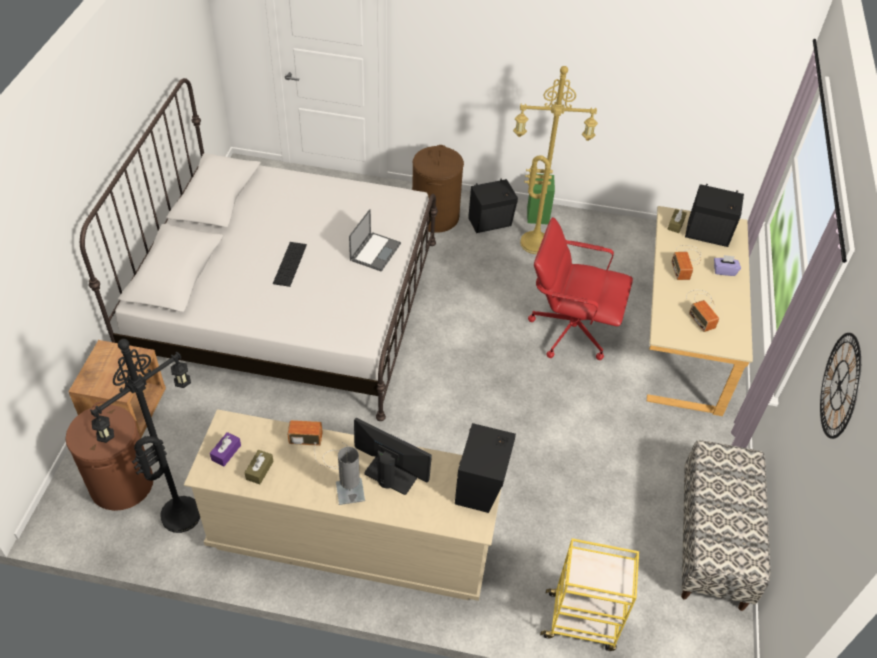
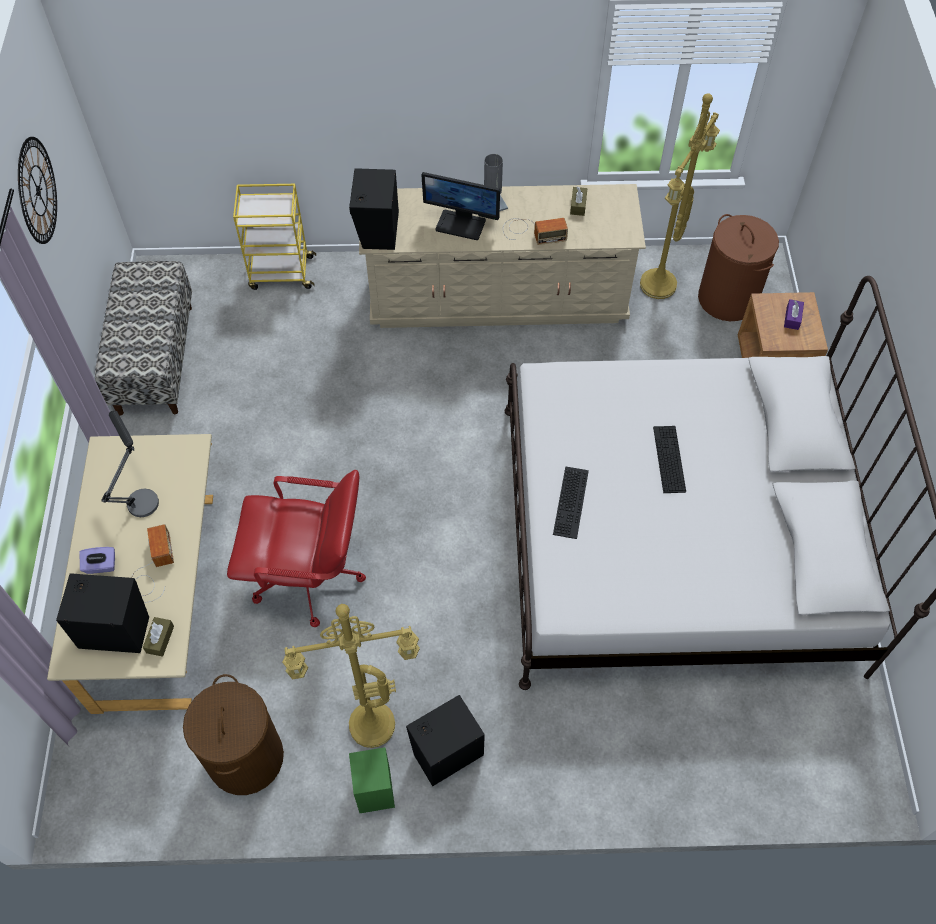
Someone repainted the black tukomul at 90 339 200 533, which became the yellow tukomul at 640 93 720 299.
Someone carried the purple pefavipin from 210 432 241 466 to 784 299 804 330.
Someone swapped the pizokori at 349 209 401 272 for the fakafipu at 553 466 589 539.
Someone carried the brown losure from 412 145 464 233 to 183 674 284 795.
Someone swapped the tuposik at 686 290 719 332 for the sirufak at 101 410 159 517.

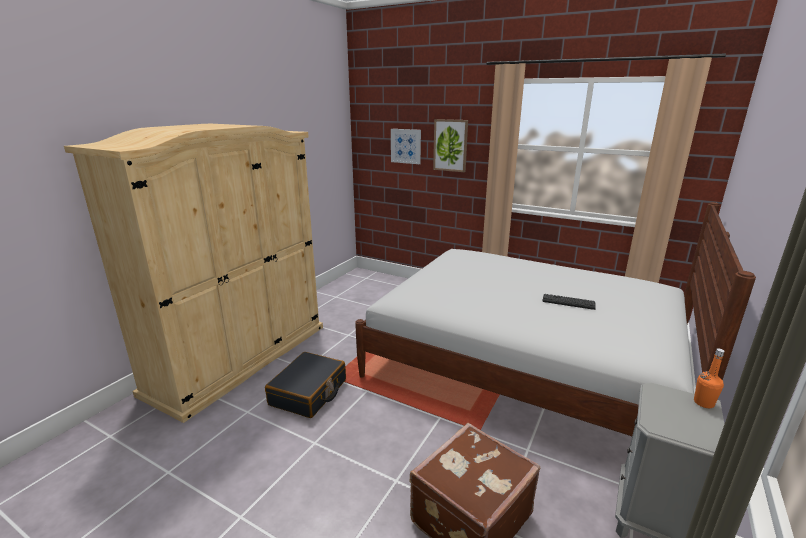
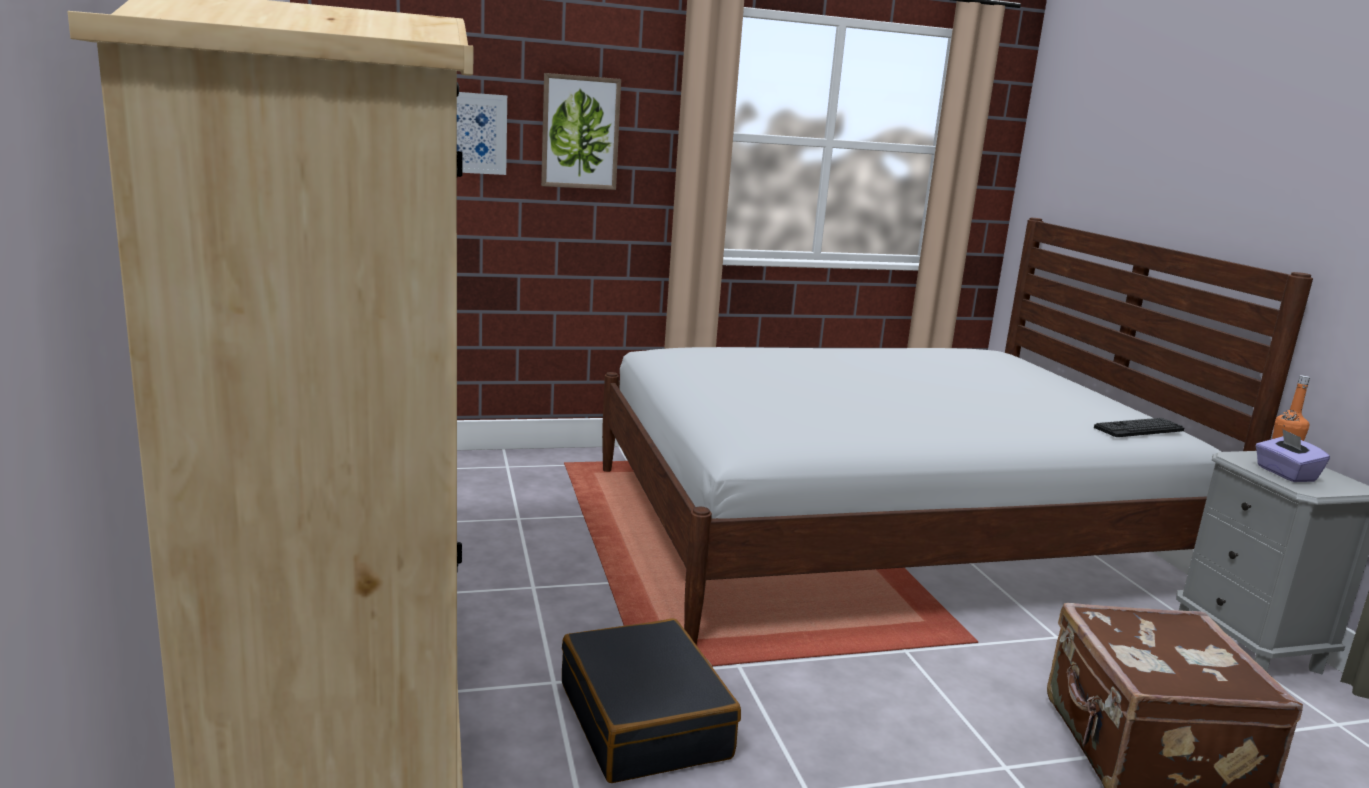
Someone carried the fakafipu from 542 294 596 310 to 1094 418 1184 437.
Someone put down the purple pefavipin at 1255 429 1330 482.

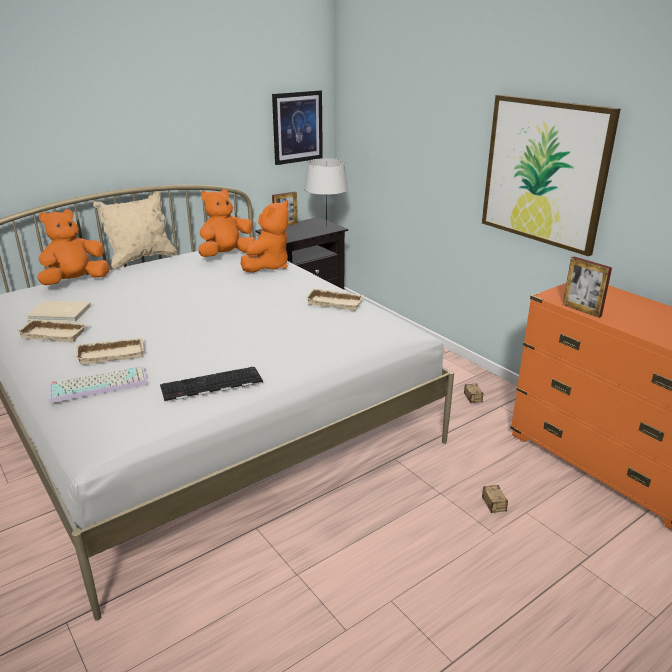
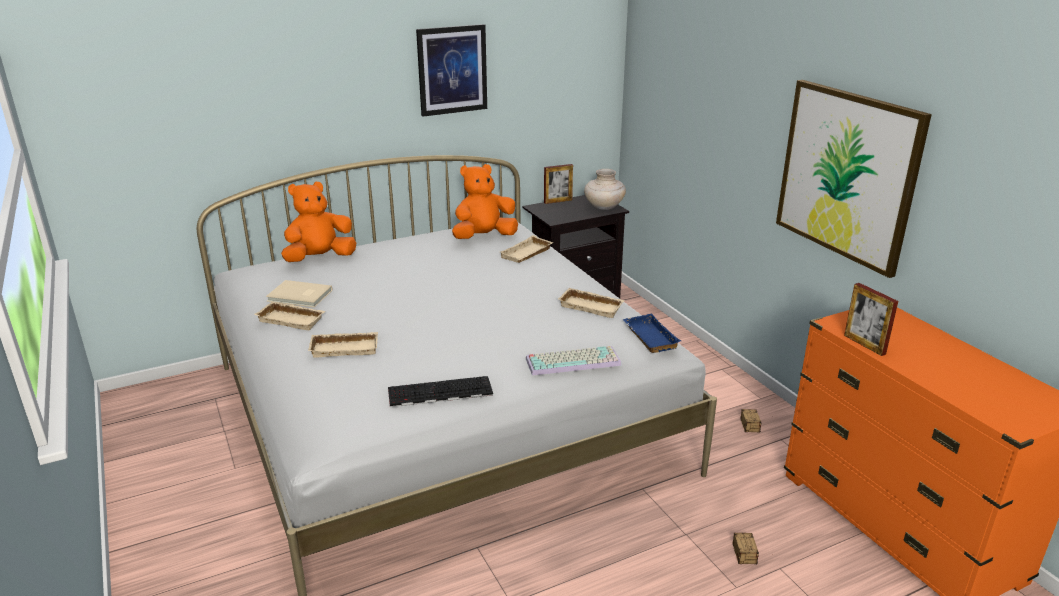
Someone carried the fakafipu from 49 366 148 403 to 526 346 622 375.
Someone took away the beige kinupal at 93 191 177 269.
Someone swapped the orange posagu at 240 201 289 273 for the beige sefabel at 500 235 553 263.
Someone carried the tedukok from 272 90 323 165 to 416 24 487 117.
Someone swapped the grey sirufak at 304 158 348 228 for the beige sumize at 584 169 626 210.
Someone put down the blue sefabel at 623 314 681 353.

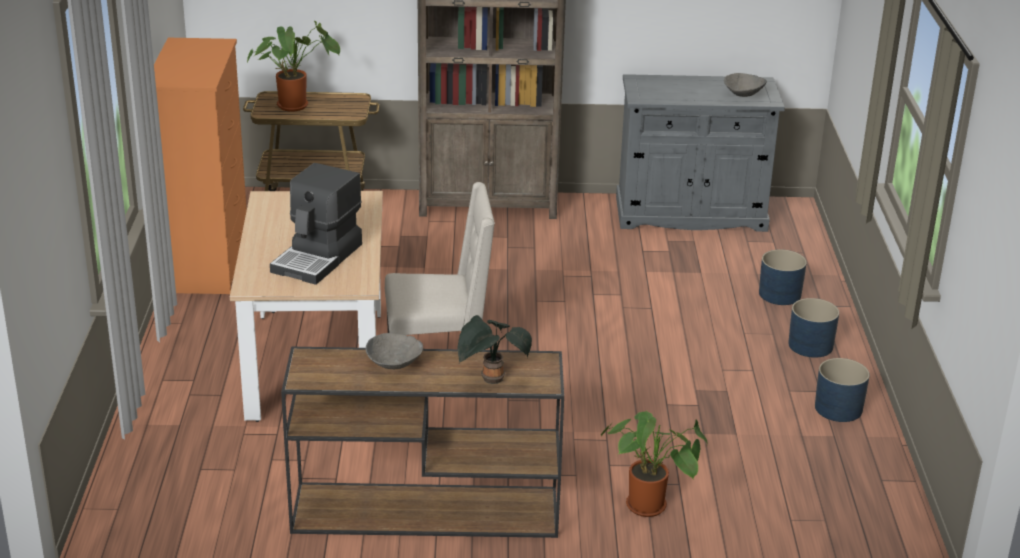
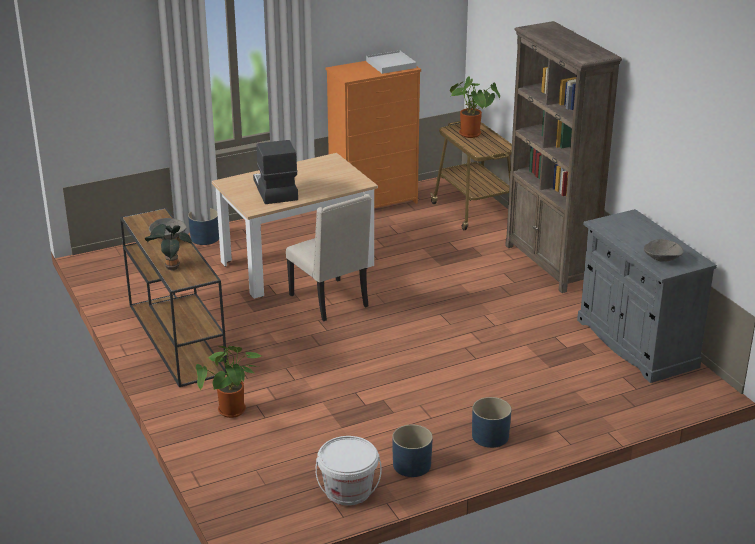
Someone rotated the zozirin at 270 163 362 285 by 75 degrees clockwise.
Someone carried the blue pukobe from 759 250 807 305 to 188 208 219 245.
Someone put down the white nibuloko at 315 436 382 506.
Someone put down the white sefabel at 366 50 417 74.

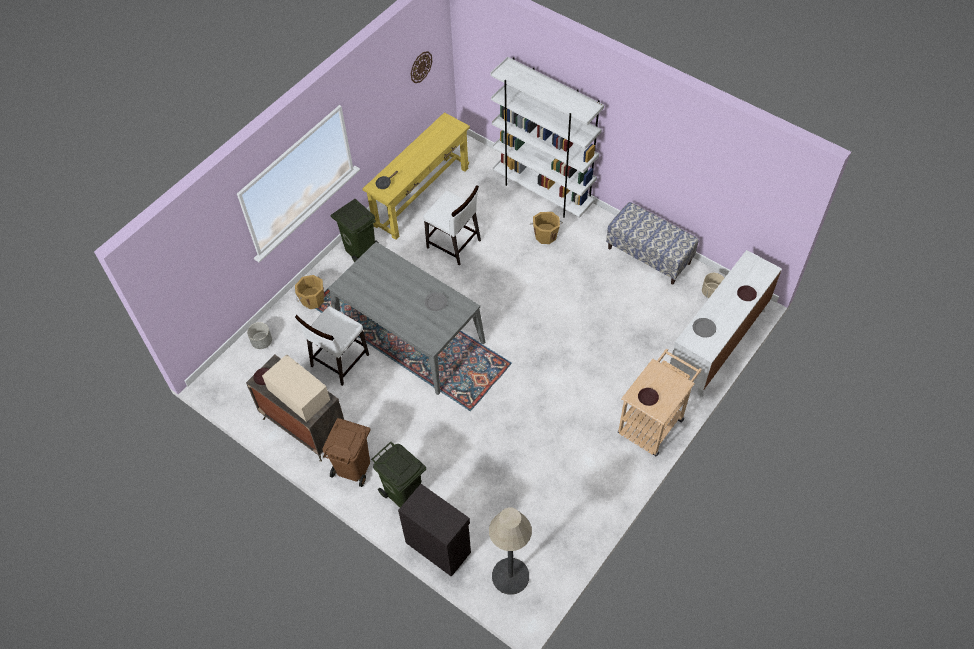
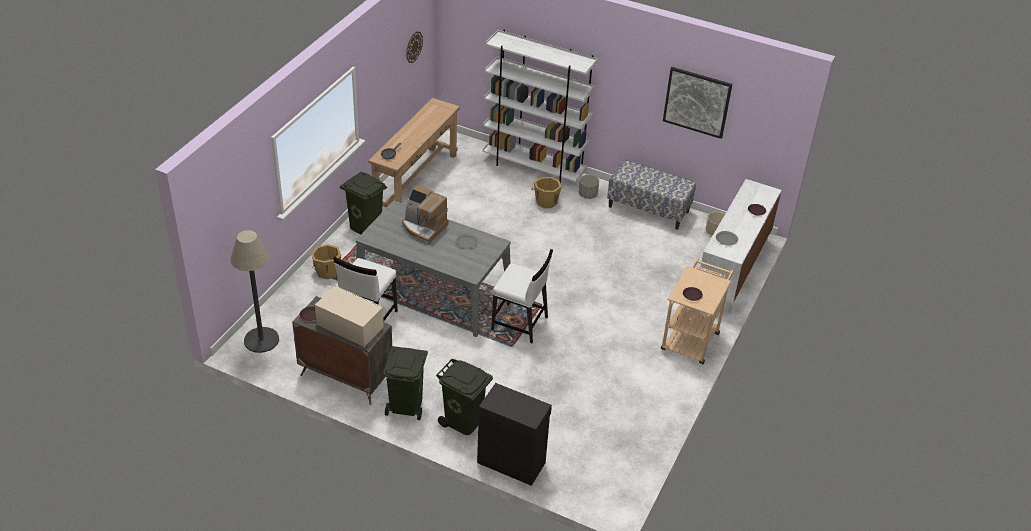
Someone carried the grey pukobe from 247 322 272 349 to 579 175 599 199.
Someone repainted the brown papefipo at 323 418 371 487, which became the green papefipo at 383 346 428 420.
Someone repainted the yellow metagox at 363 112 470 240, which became the brown metagox at 368 98 460 208.
Someone carried the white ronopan from 423 185 481 265 to 491 249 553 343.
Someone carried the tukomul from 489 508 532 595 to 231 230 279 353.
Someone put down the zozirin at 402 185 448 244.
Someone put up the tedukok at 663 67 732 139.

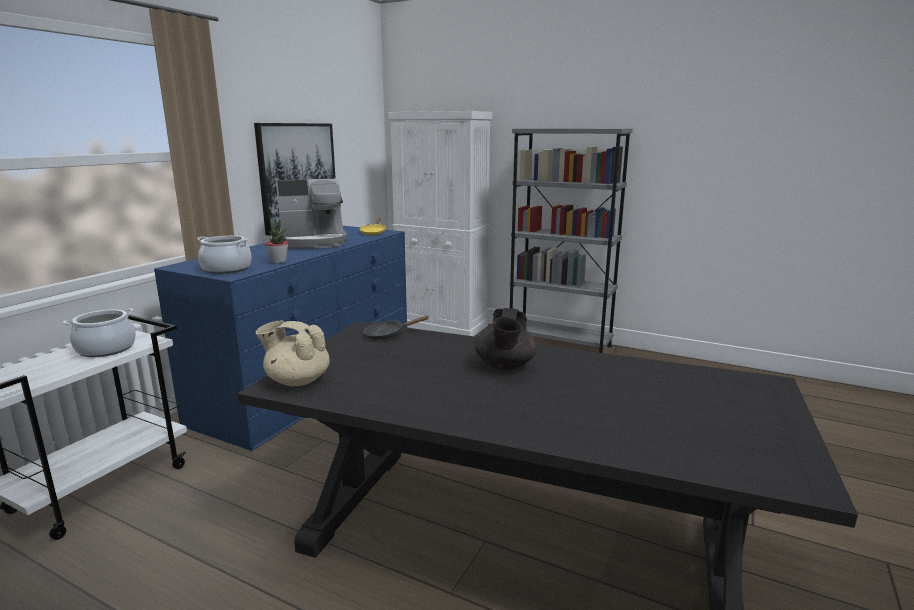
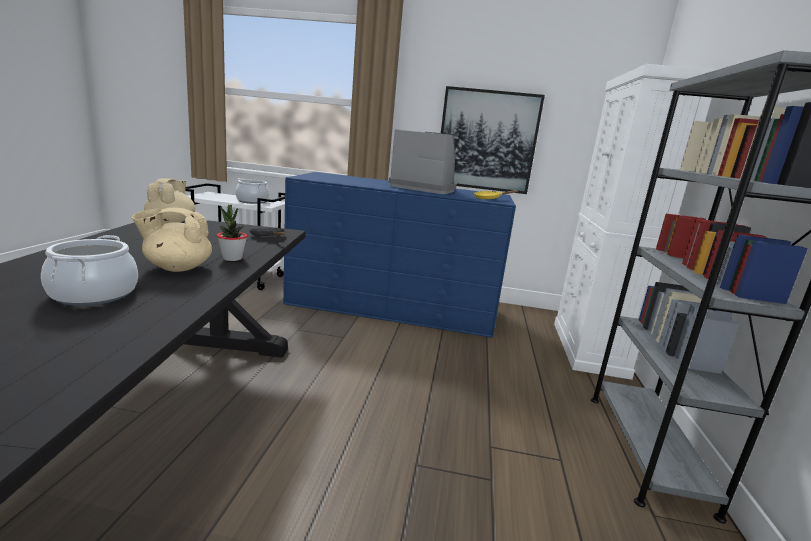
Someone carried the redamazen from 197 236 252 274 to 41 235 138 306.
Someone carried the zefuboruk from 265 219 289 263 to 217 205 247 261.
Someone rotated the zozirin at 276 179 347 249 by 150 degrees clockwise.
Someone repainted the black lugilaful at 475 308 536 370, which became the beige lugilaful at 132 208 212 272.

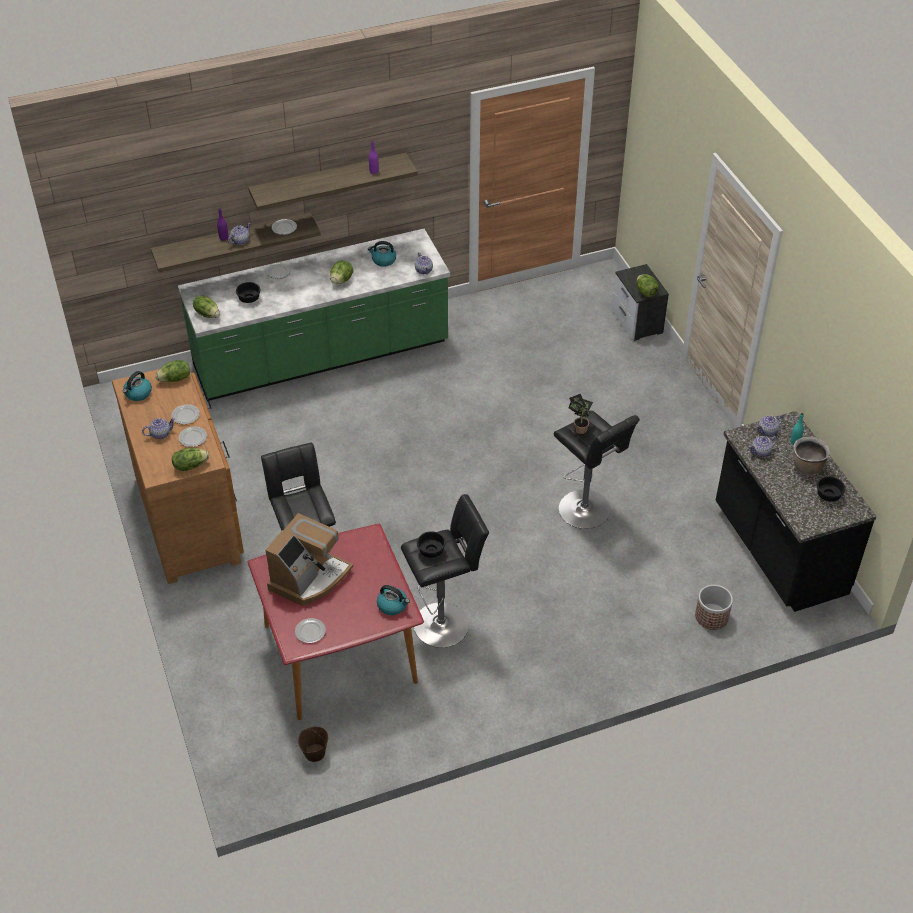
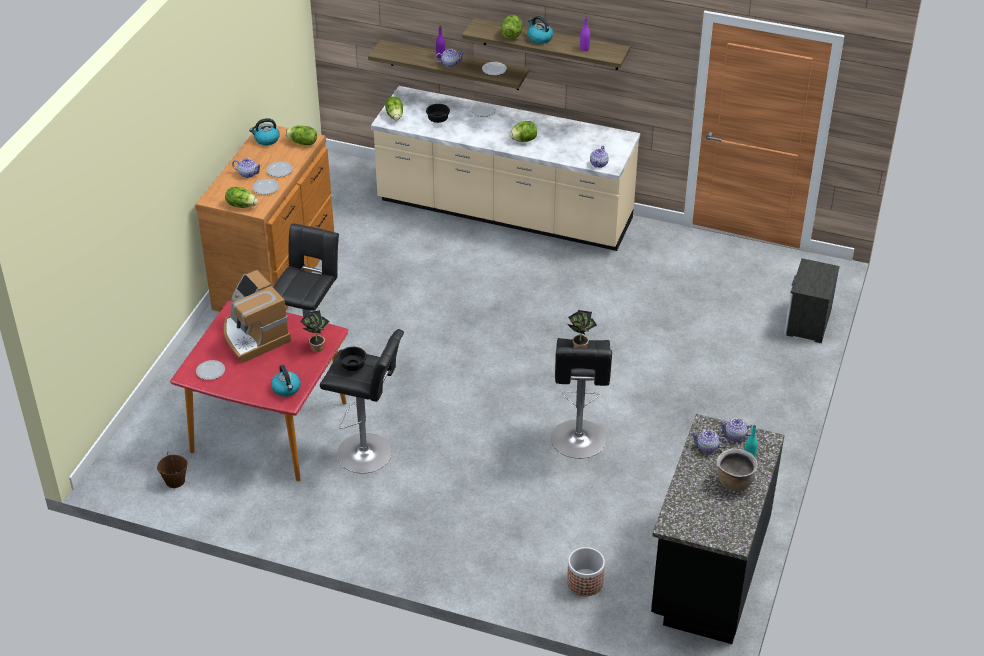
Someone repainted the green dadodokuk at 178 229 450 401, which became the beige dadodokuk at 371 86 640 251.
Someone rotated the zozirin at 266 513 353 606 by 75 degrees clockwise.
Someone carried the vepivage from 368 241 396 267 to 527 16 553 44.
Someone carried the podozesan from 637 274 659 297 to 501 15 523 39.
Someone took away the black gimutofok at 817 476 845 502.
Someone put down the zefuboruk at 300 310 330 352.

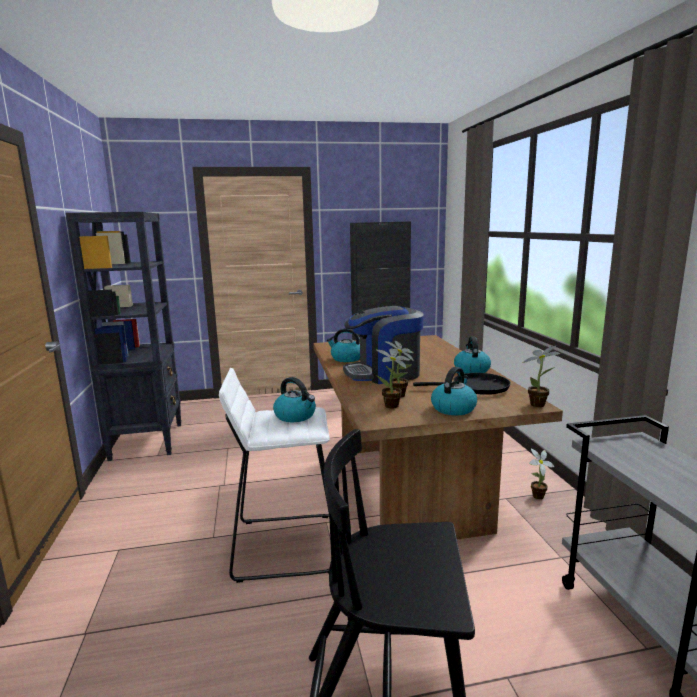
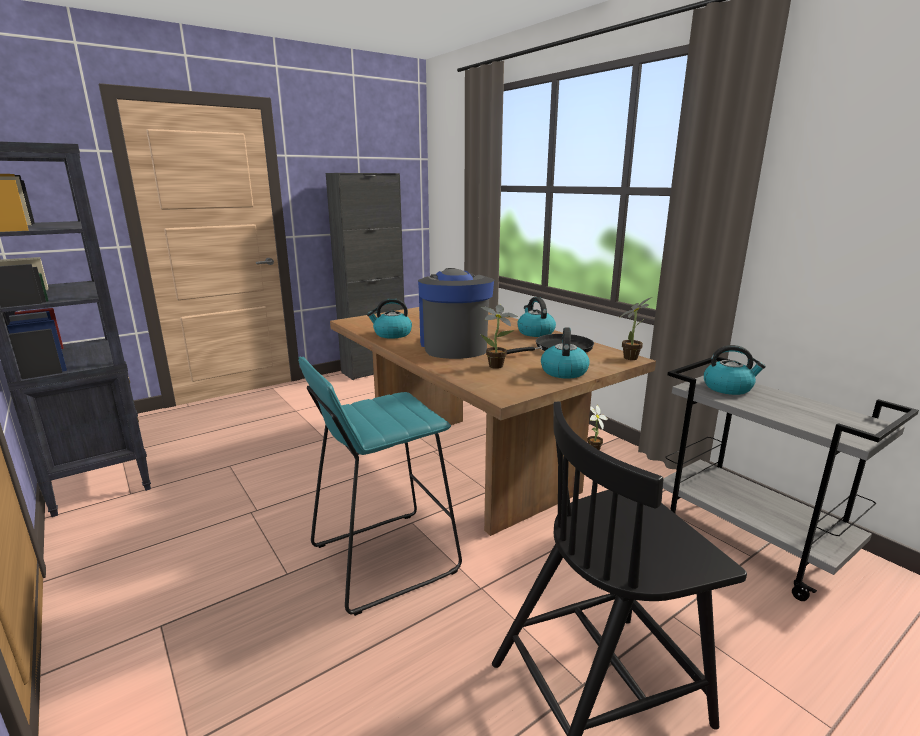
Someone repainted the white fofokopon at 219 368 330 583, which became the turquoise fofokopon at 298 357 462 616.
Someone carried the vepivage from 273 377 316 422 to 704 345 766 395.
Someone rotated the zozirin at 343 306 423 384 by 120 degrees clockwise.
Someone took away the zefuboruk at 376 348 410 408.

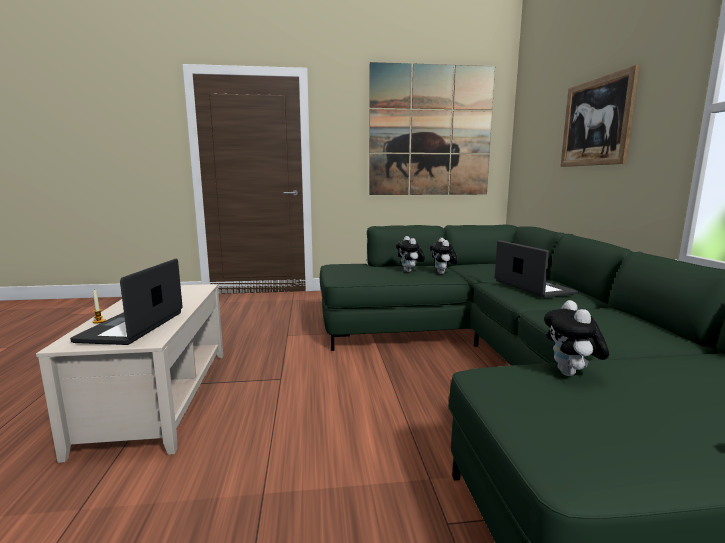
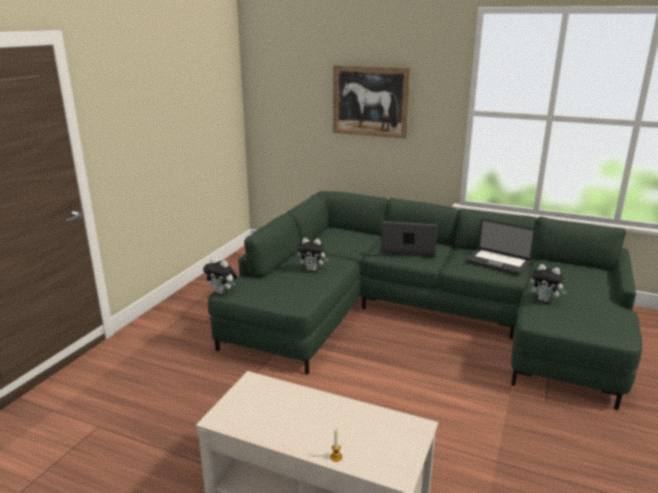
Someone carried the pizokori from 70 259 183 345 to 466 219 536 275.
Someone took away the tedukok at 369 62 495 195.
Someone carried the posagu from 430 238 458 274 to 203 258 237 294.

